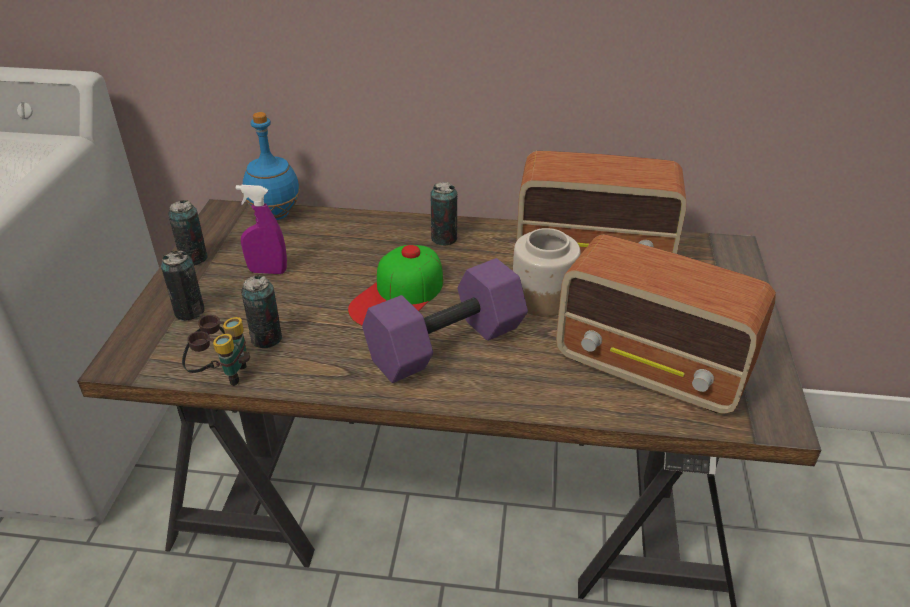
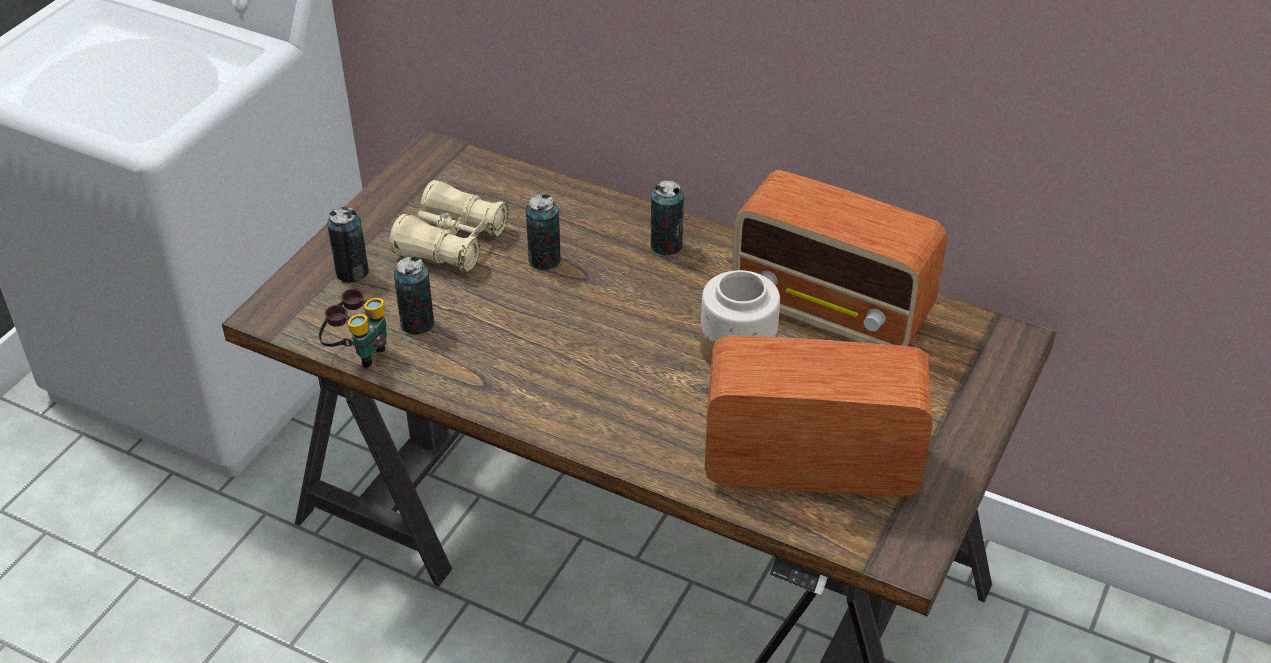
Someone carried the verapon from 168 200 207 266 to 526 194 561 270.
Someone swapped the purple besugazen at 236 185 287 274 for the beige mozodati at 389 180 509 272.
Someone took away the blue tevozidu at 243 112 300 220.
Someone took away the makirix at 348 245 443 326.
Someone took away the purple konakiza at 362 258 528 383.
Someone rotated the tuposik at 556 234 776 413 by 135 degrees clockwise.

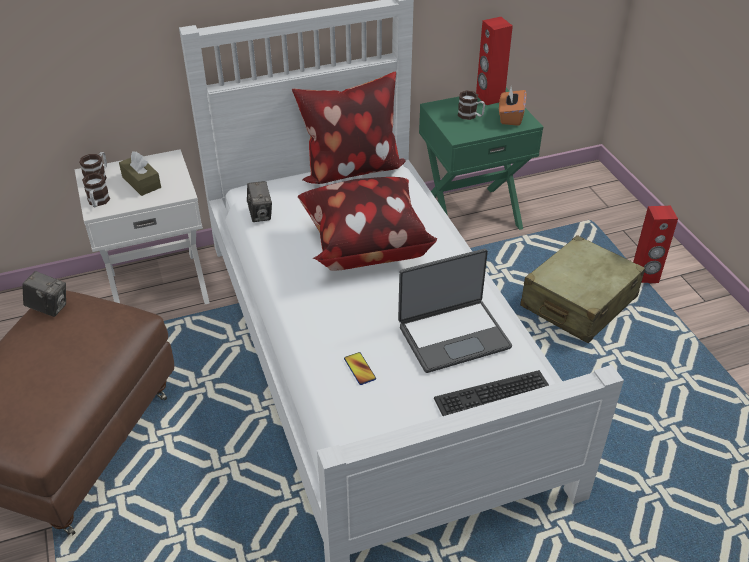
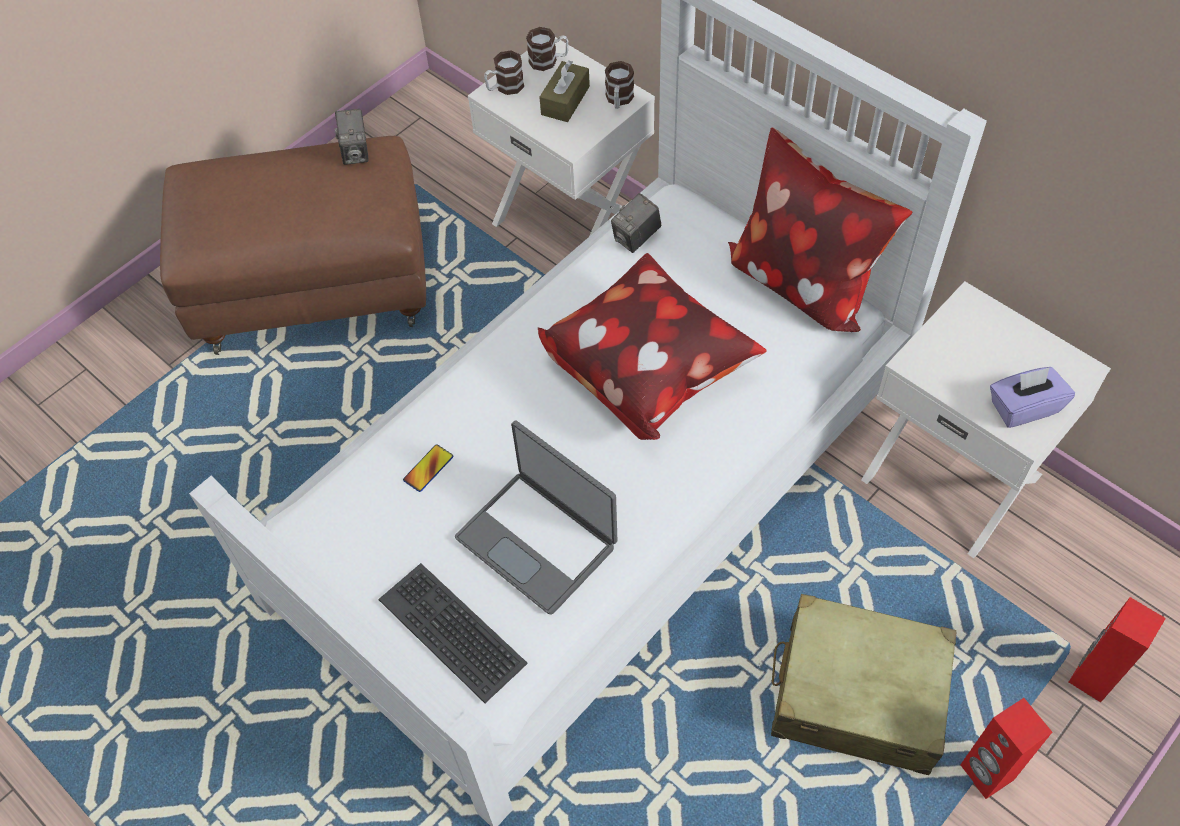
Someone repainted the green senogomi at 419 88 543 230, which became the white senogomi at 861 281 1111 558.
Someone carried the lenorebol from 458 91 485 120 to 605 61 634 109.
Someone carried the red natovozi from 476 17 513 105 to 1069 597 1166 702.
Someone repainted the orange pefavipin at 499 87 526 126, which became the purple pefavipin at 990 367 1075 428.

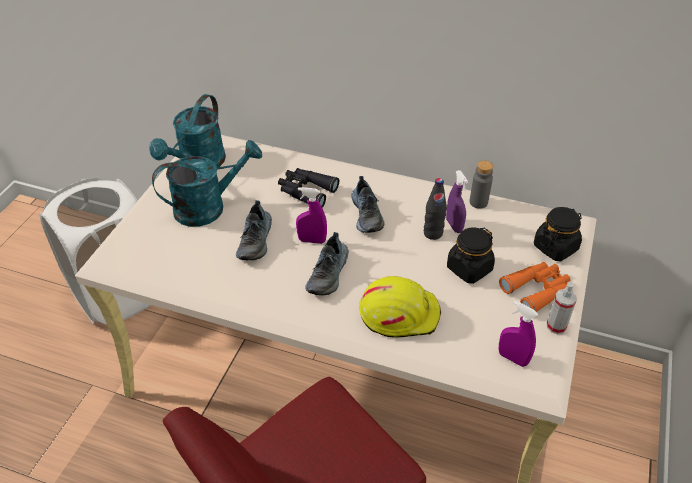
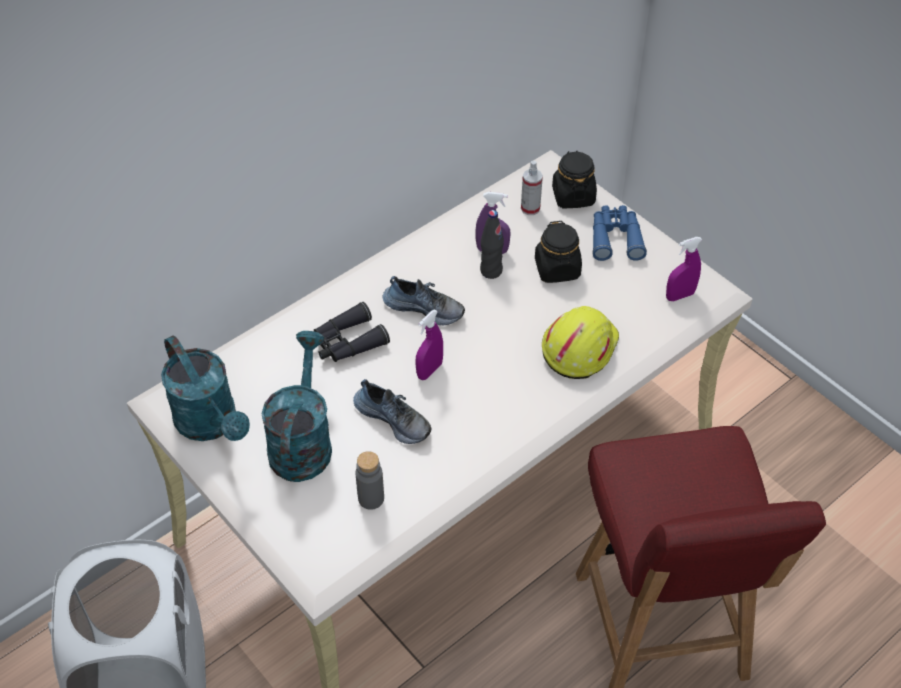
Someone took away the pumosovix at 305 232 349 295.
Someone carried the grey tevozidu from 470 160 493 209 to 356 451 384 510.
Someone repainted the orange mozodati at 499 262 571 312, which became the blue mozodati at 592 205 647 261.
Someone carried the besugazen from 547 283 577 334 to 521 161 543 215.

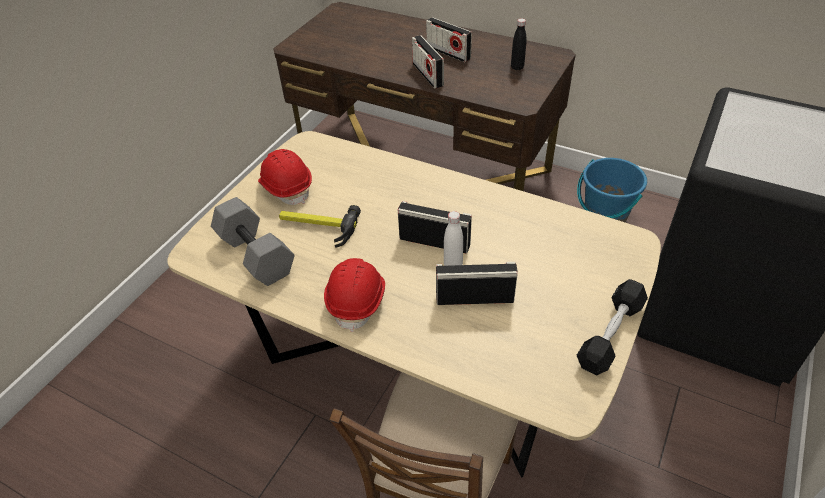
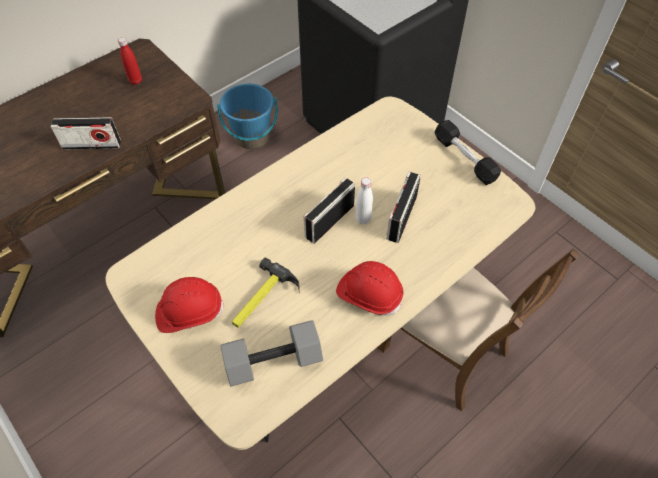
Someone took away the tuposik at 426 17 472 62.
Someone repainted the black tevozidu at 511 18 527 70, which became the red tevozidu at 118 37 142 85.

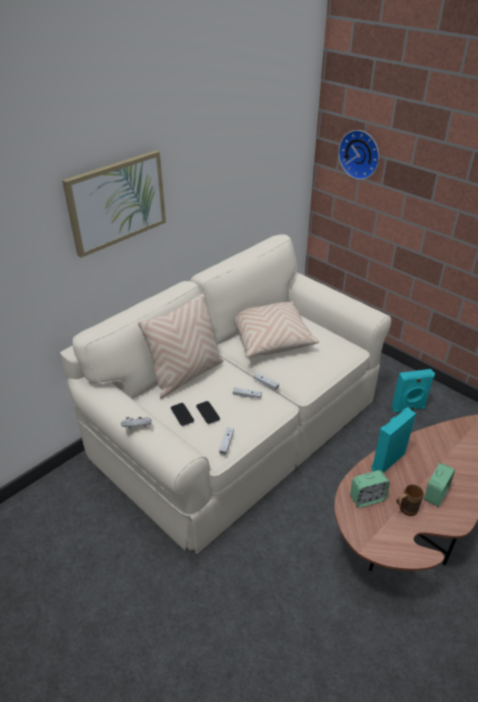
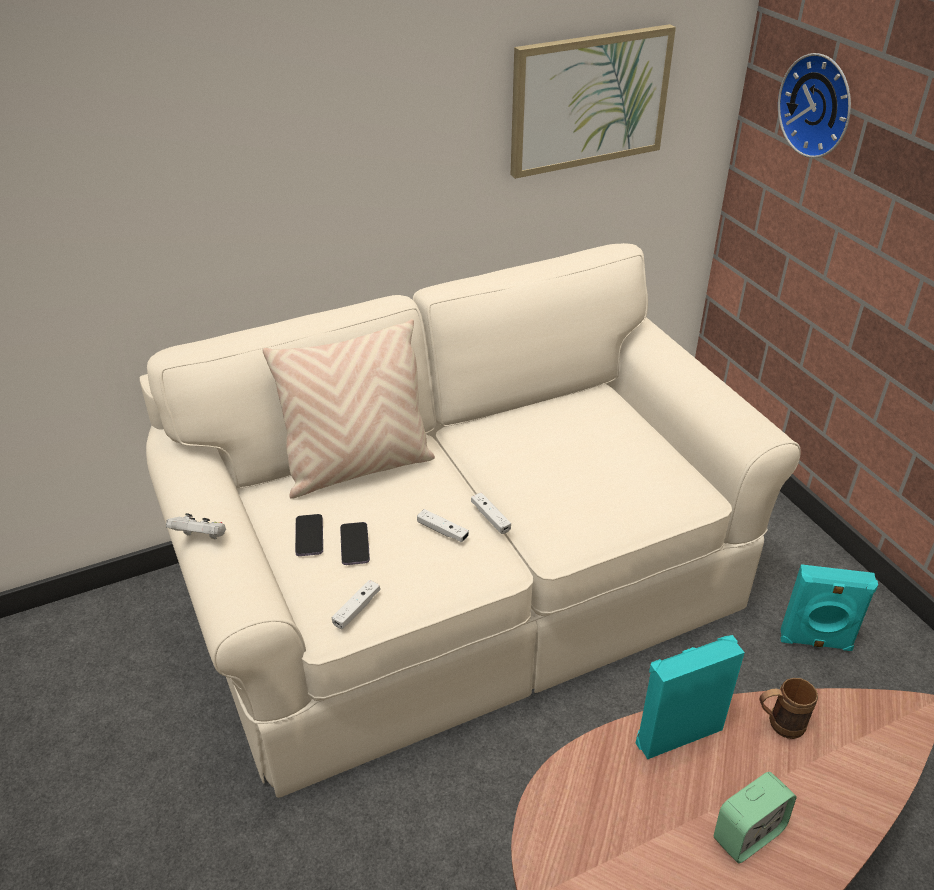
Someone carried the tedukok from 62 150 166 258 to 511 24 676 179.
Someone took away the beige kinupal at 234 301 319 358.
Someone took away the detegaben at 350 470 390 508.
Someone carried the brown lenorebol from 396 484 424 516 to 759 678 818 739.

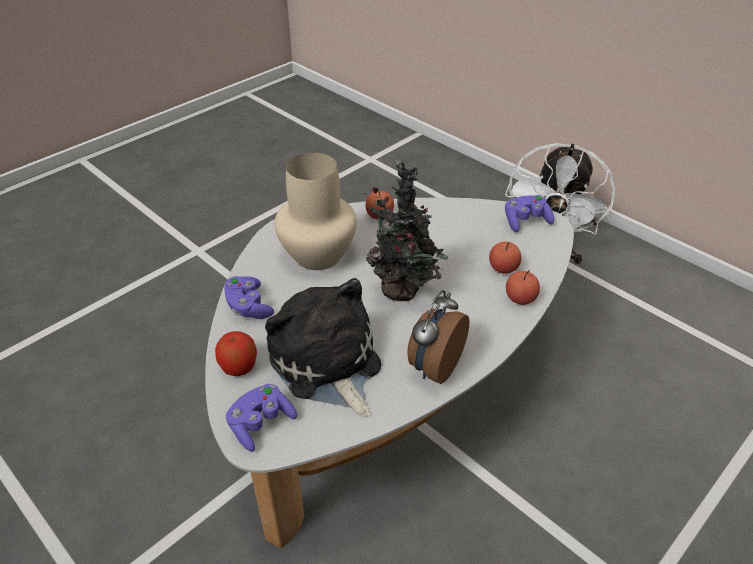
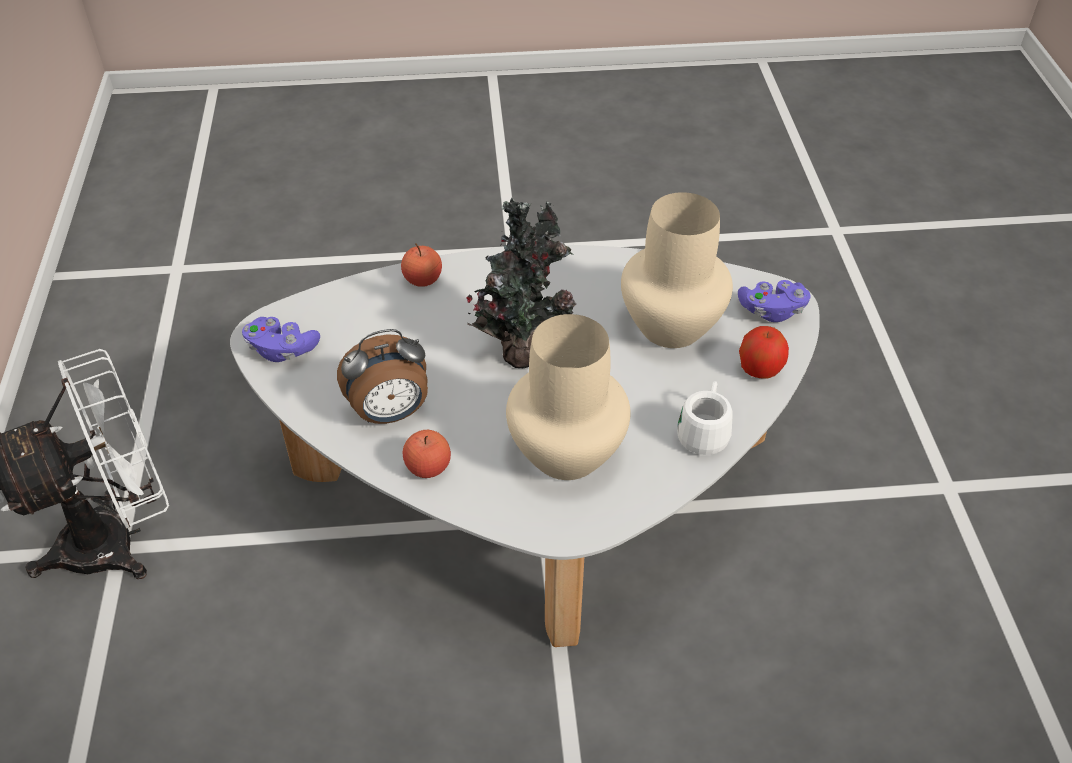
Someone swapped the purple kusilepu at 224 276 274 319 for the white lenorebol at 677 381 733 455.
Someone swapped the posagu at 265 278 381 417 for the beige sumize at 621 192 733 348.
Someone carried the detegaben from 407 290 470 384 to 337 329 428 424.
Someone took away the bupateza at 489 242 521 274.

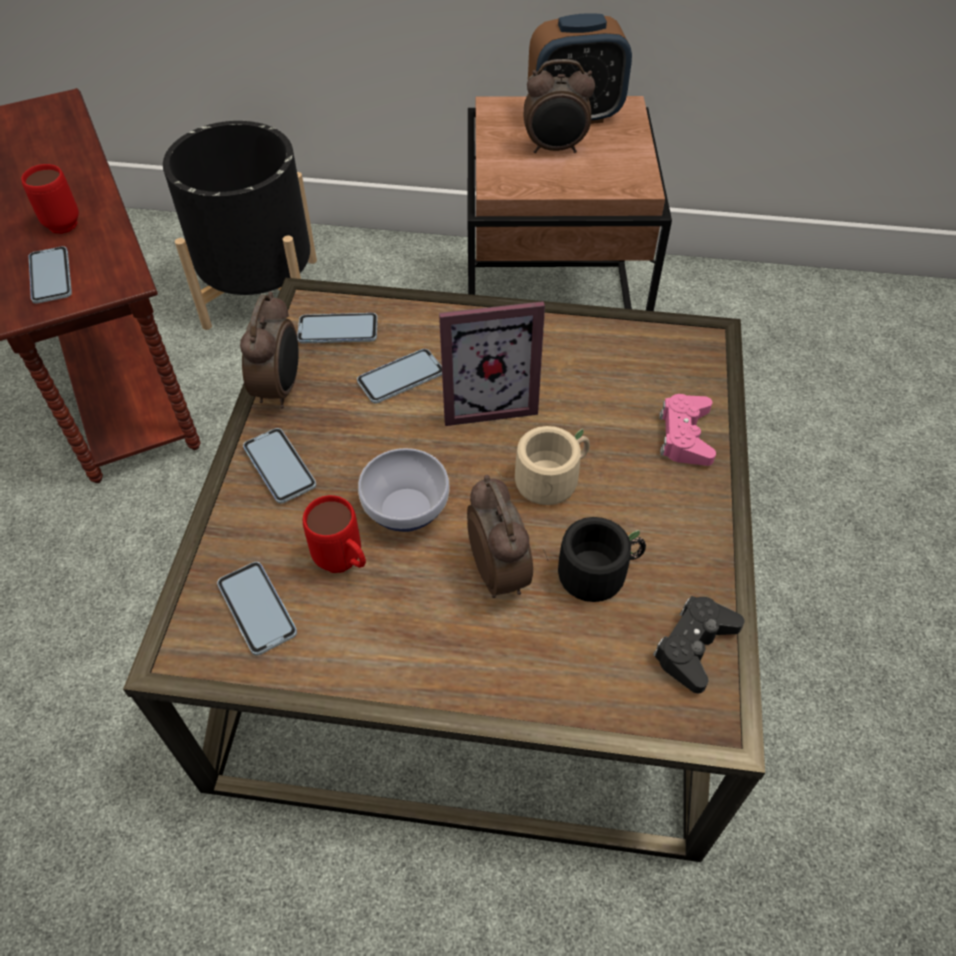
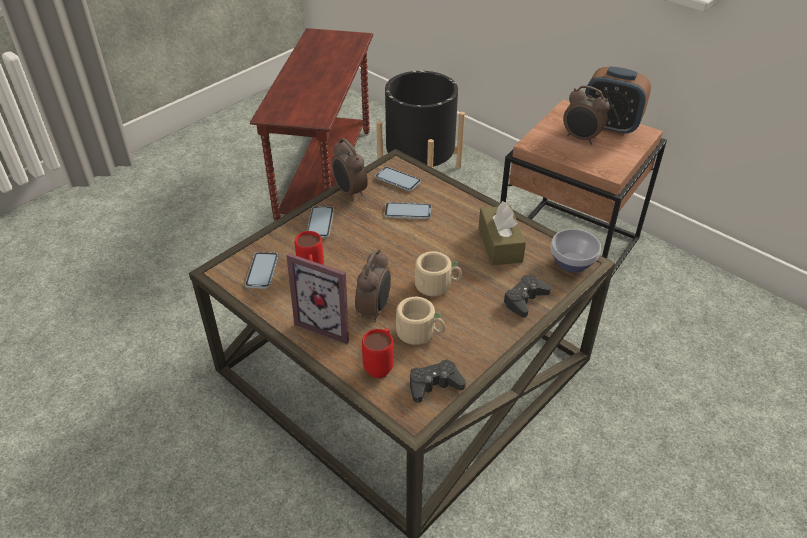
Someone carried the red lenorebol from 21 164 79 234 to 362 328 394 378.
Someone took away the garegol at 29 246 72 304.
Someone rotated the detegaben at 240 292 299 408 by 105 degrees clockwise.
Someone carried the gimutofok from 358 448 450 532 to 551 229 601 273.
Someone carried the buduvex from 439 301 545 426 to 287 253 349 344.
Someone repainted the black lenorebol at 544 517 646 602, which became the beige lenorebol at 396 297 445 345.
Someone repainted the pink kusilepu at 659 394 716 466, which became the black kusilepu at 503 275 551 317.
Someone put down the brown pefavipin at 479 201 526 266.

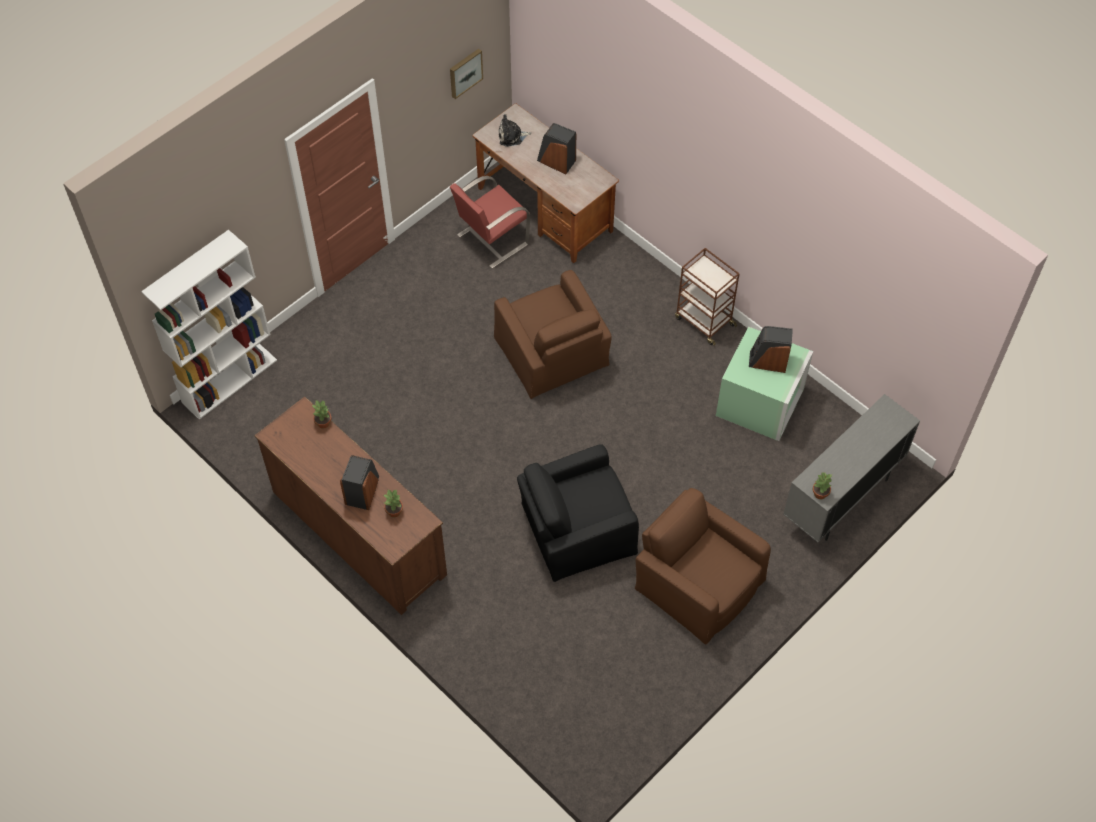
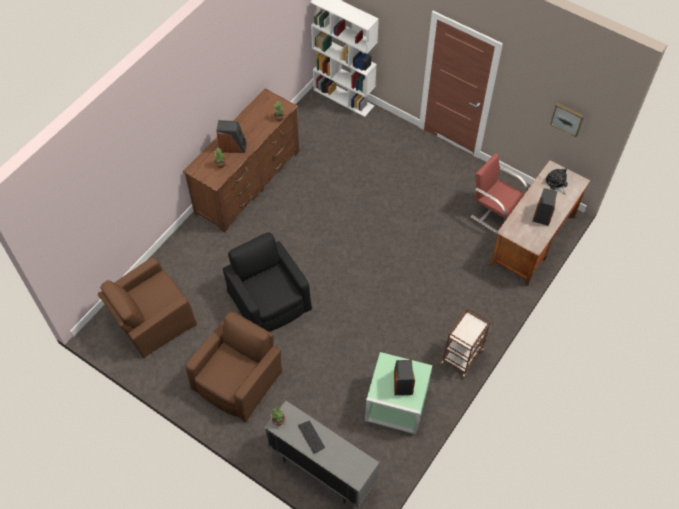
Someone carried the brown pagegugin from 494 270 612 399 to 98 258 197 358.
Someone put down the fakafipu at 298 421 325 453.

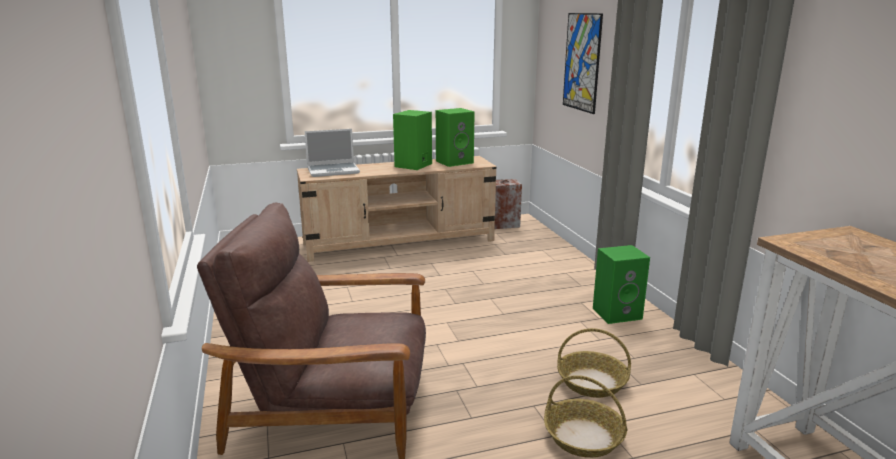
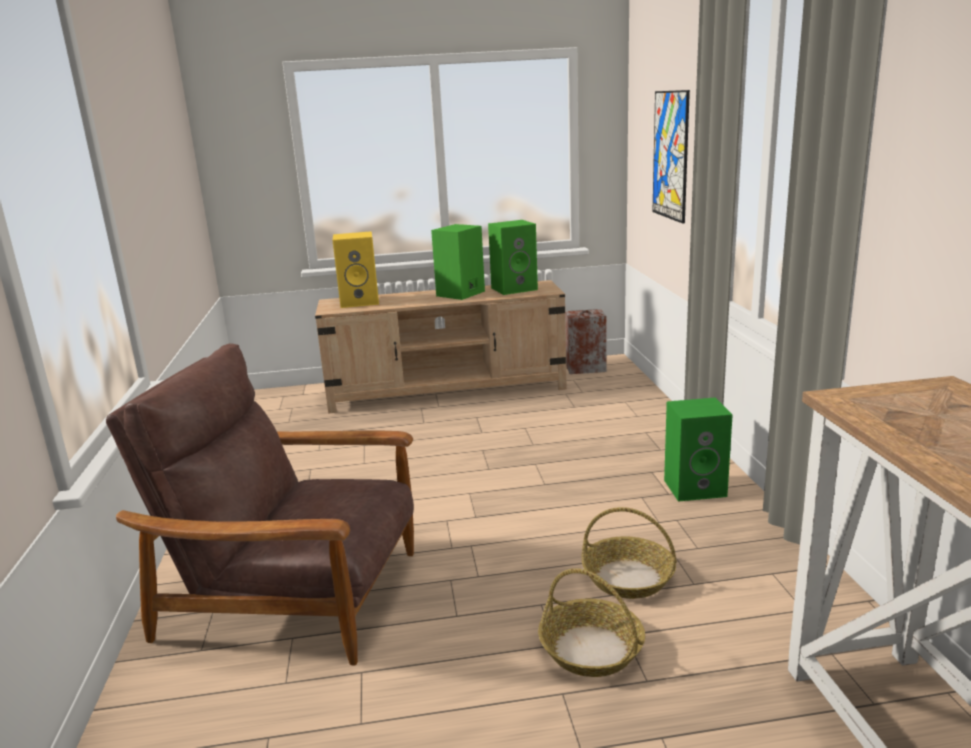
Someone swapped the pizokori at 305 129 360 177 for the yellow natovozi at 333 231 379 308.

